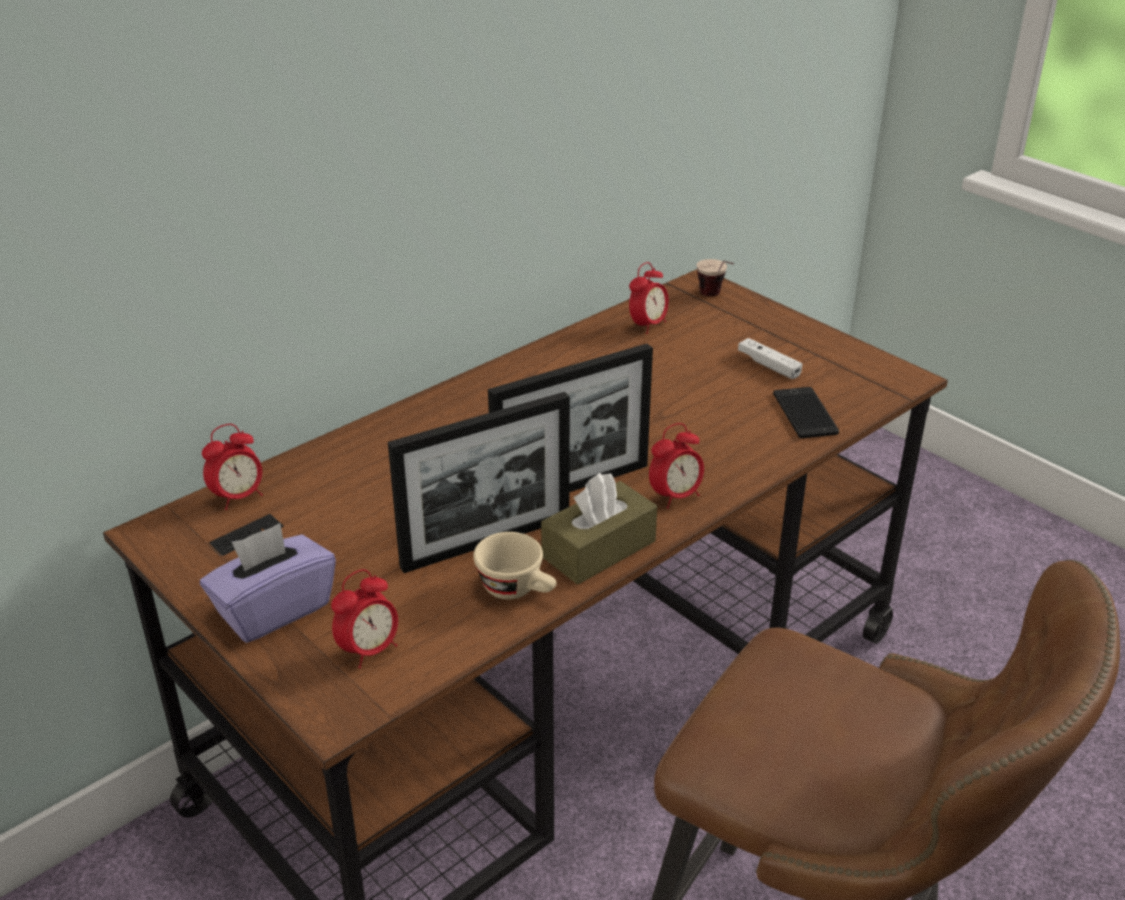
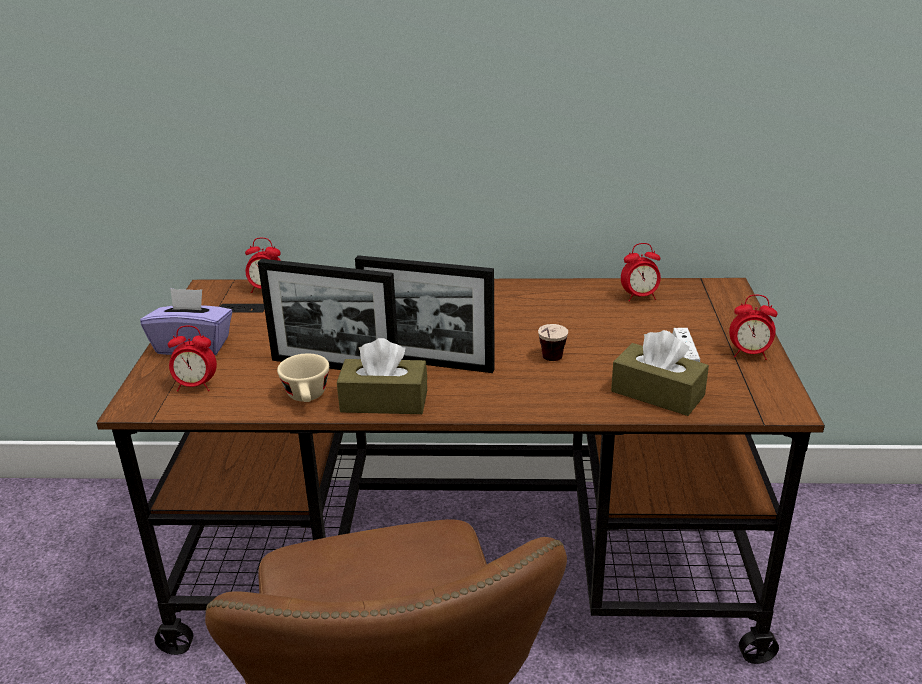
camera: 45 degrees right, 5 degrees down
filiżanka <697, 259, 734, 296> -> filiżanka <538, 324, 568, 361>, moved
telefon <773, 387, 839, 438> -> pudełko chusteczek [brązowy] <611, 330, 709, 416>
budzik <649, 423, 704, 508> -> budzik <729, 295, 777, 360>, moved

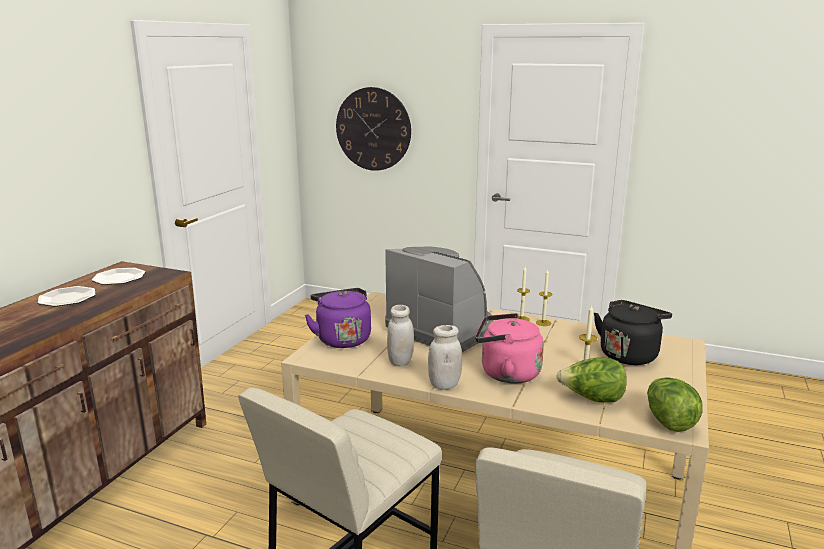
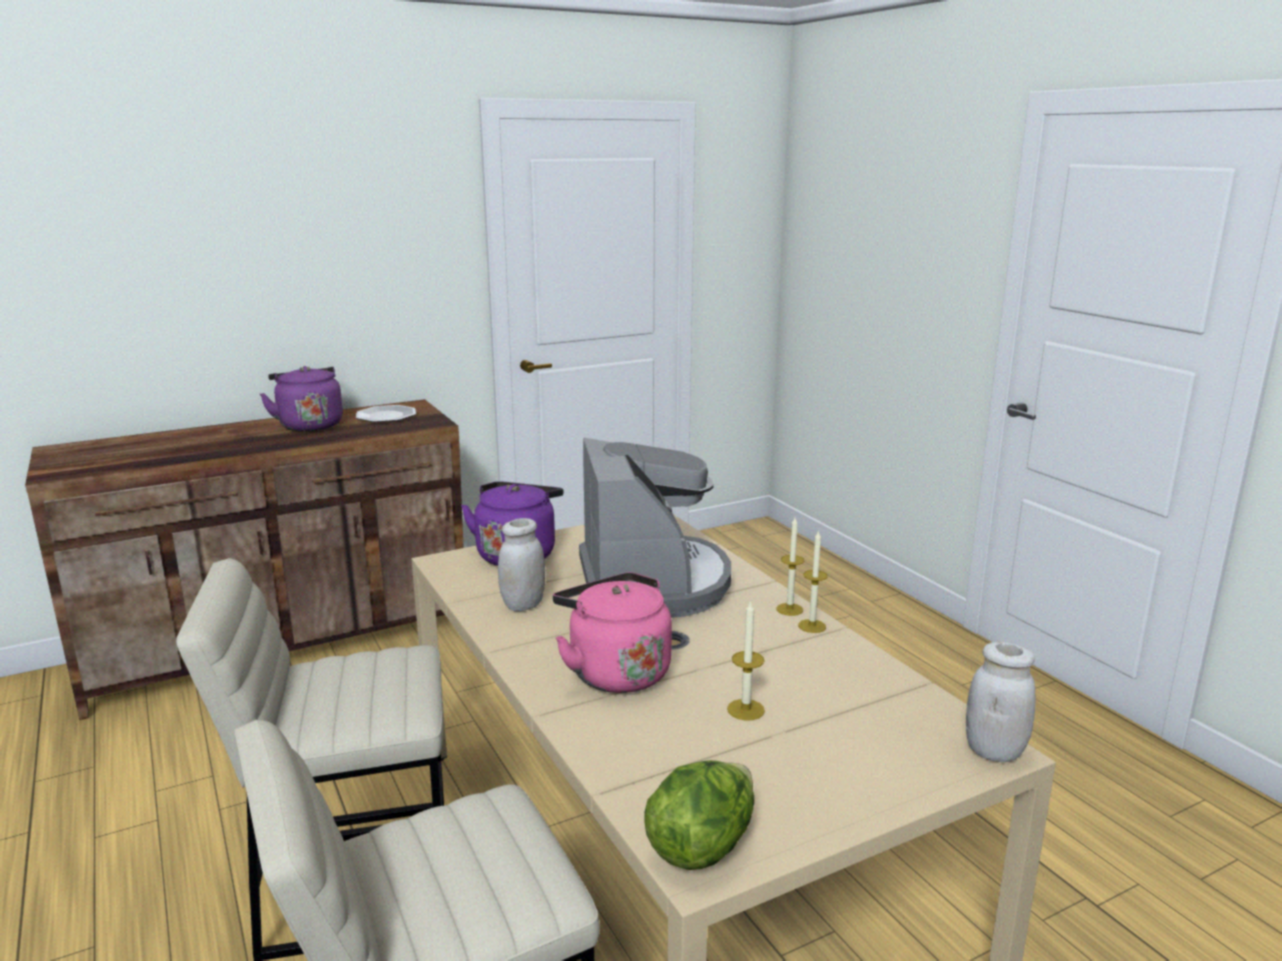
camera: 40 degrees right, 0 degrees up
zegar ścienny <336, 87, 411, 171> -> none
talerz <38, 286, 95, 307> -> czajnik [fioletowy] <260, 366, 343, 432>
czajnik [czarny] <594, 300, 672, 365> -> none
słoik [biały] <428, 325, 462, 390> -> słoik [biały] <966, 642, 1035, 762>, moved
sałata <556, 357, 627, 402> -> none

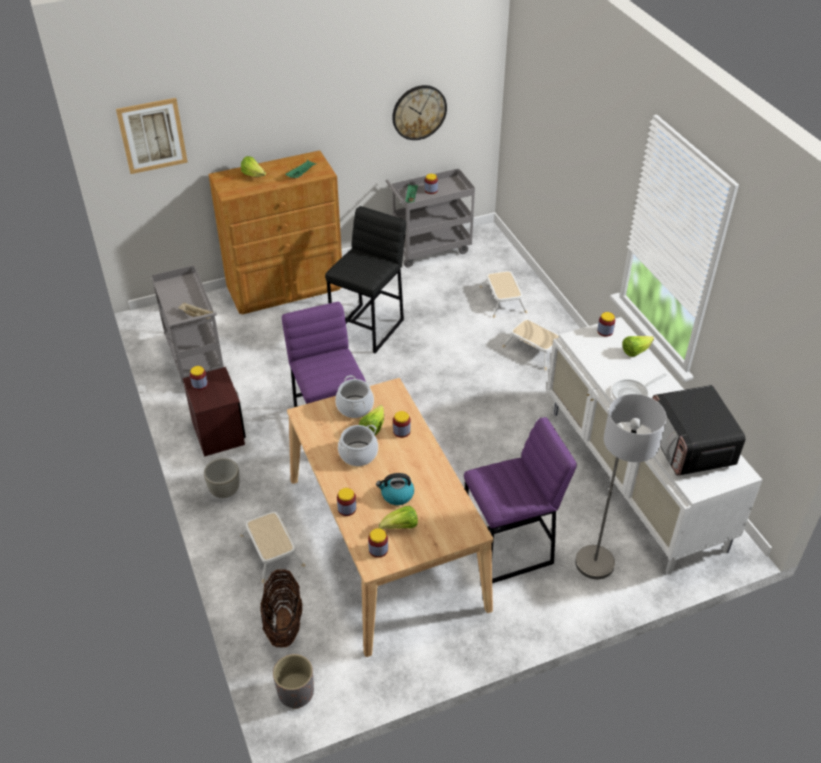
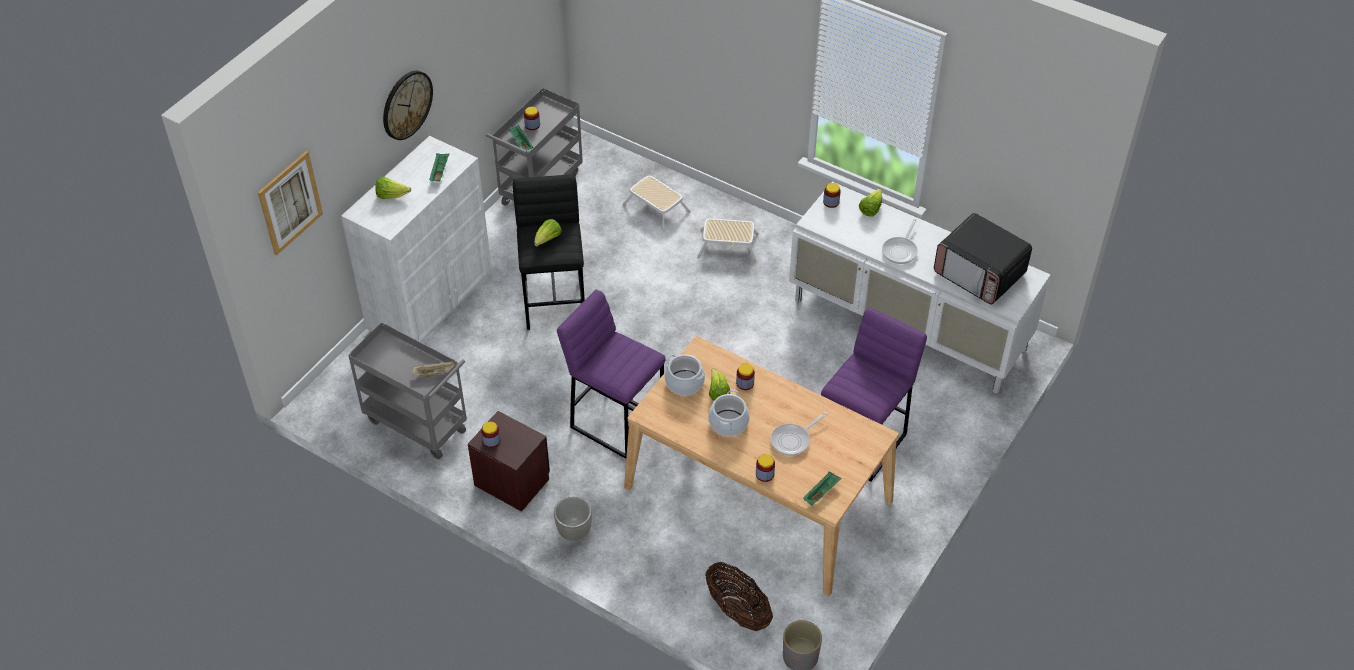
camera: 35 degrees left, 5 degrees up
zegar ścienny <392, 85, 447, 140> -> zegar ścienny <383, 71, 433, 140>, moved
komoda [brązowy] <208, 150, 342, 315> -> komoda [biały] <341, 136, 492, 343>
lampa stojąca [szary] <575, 394, 667, 579> -> none
czajnik <376, 473, 414, 505> -> patelnia <771, 412, 828, 456>
sałata <379, 506, 418, 529> -> sałata <534, 219, 562, 247>, moved
drabinka [beżowy] <240, 512, 306, 583> -> none
słoik <368, 528, 388, 558> -> taca [zielony] <803, 472, 842, 506>

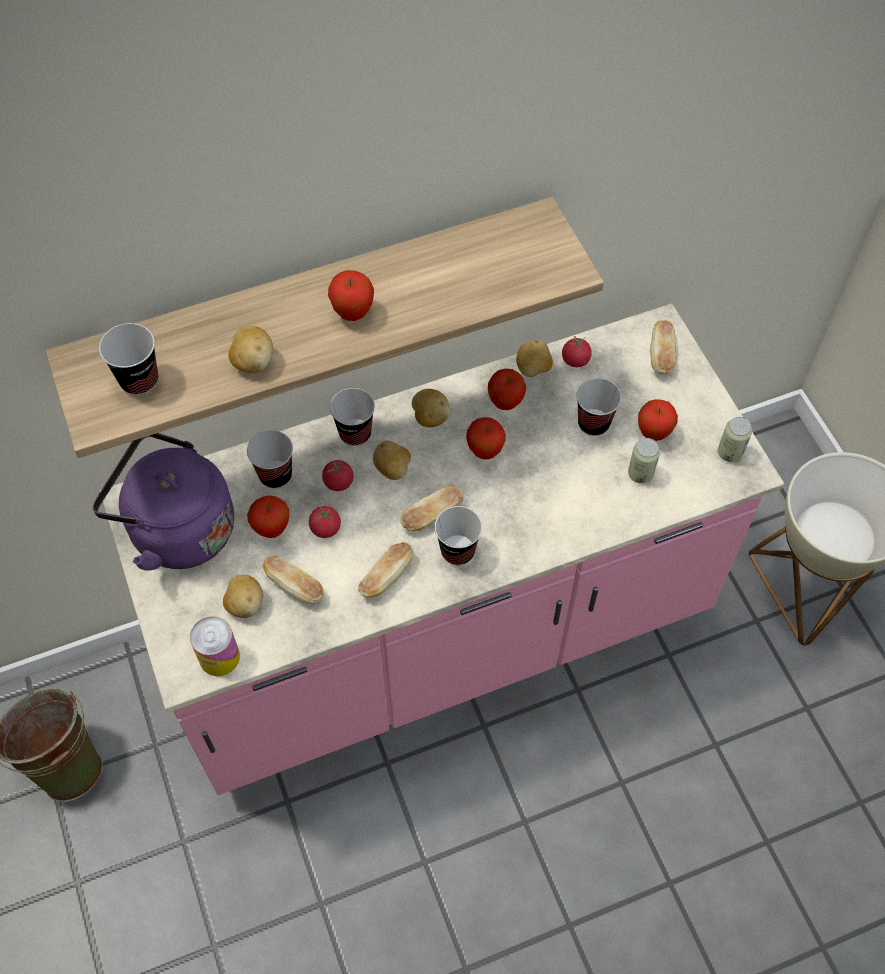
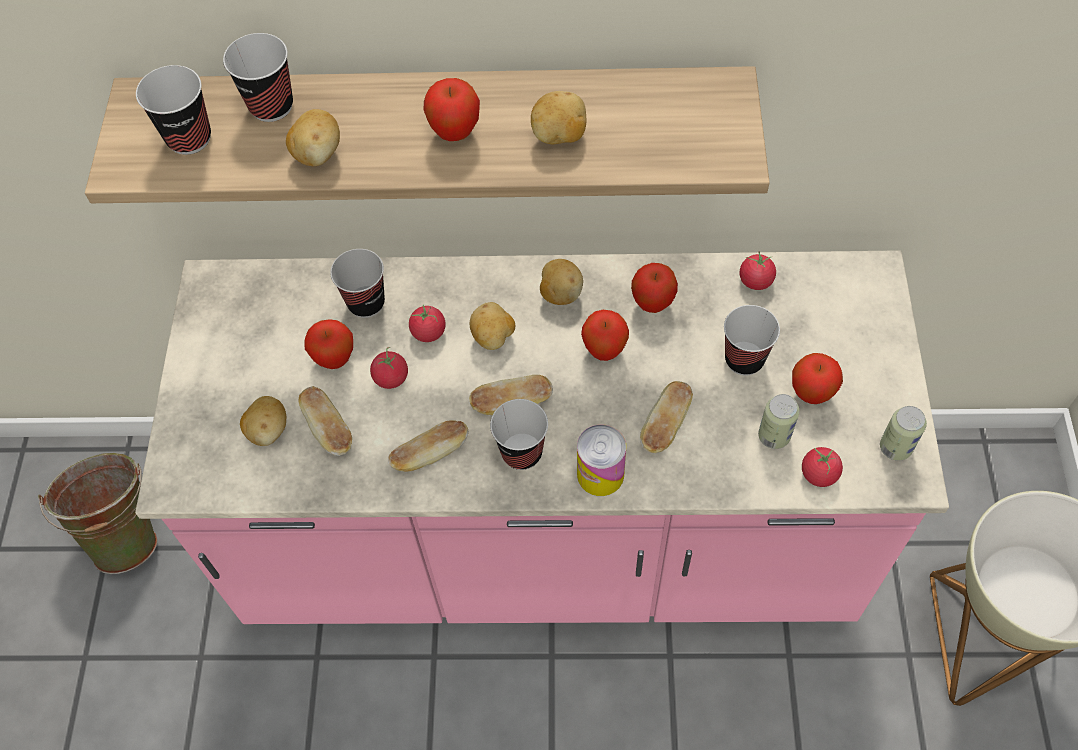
camera: 25 degrees right, 0 degrees up
chleb <650, 320, 676, 375> -> chleb <640, 381, 693, 453>, moved
ziemniak <516, 340, 553, 377> -> ziemniak <531, 91, 587, 144>, moved
filiżanka <330, 388, 375, 446> -> filiżanka <223, 33, 293, 122>, moved
czajnik [fioletowy] <93, 433, 234, 571> -> none
puszka <190, 616, 240, 676> -> puszka <577, 425, 626, 496>, moved
none -> pomidor <802, 447, 843, 487>

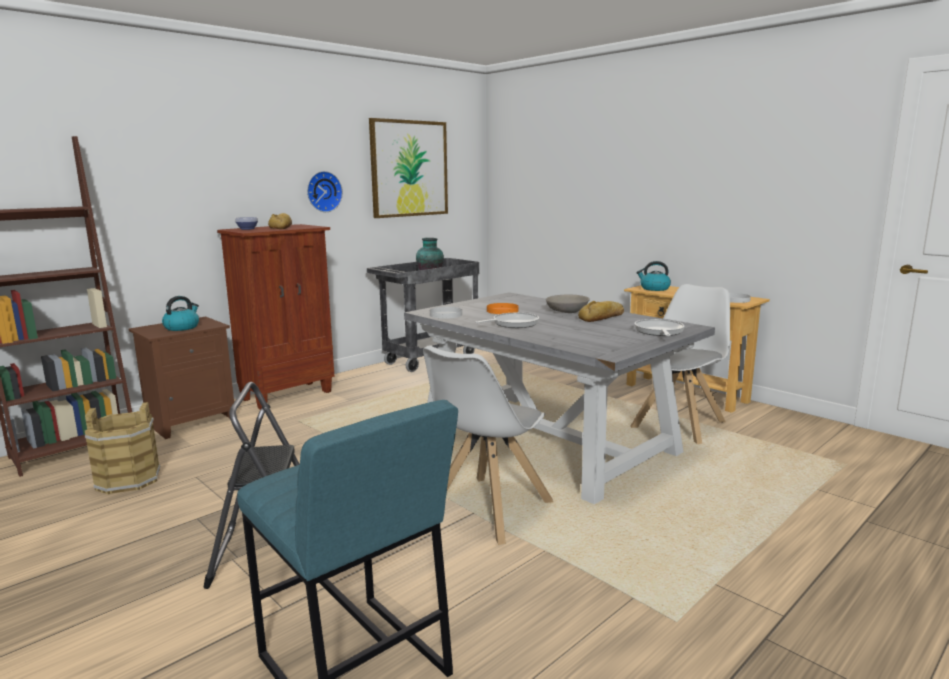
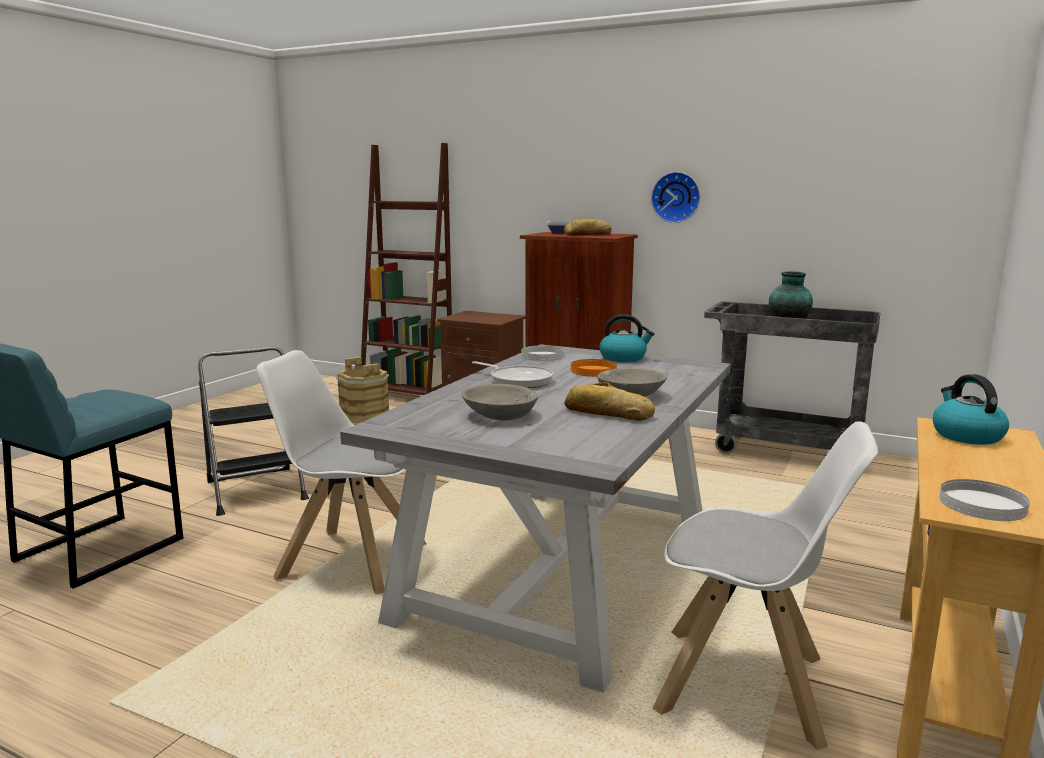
camera: 70 degrees right, 0 degrees up
obraz <369, 118, 448, 218> -> none
czajnik <162, 296, 199, 331> -> czajnik <600, 314, 654, 362>, moved
patelnia <634, 319, 684, 336> -> none
none -> miska [szary] <461, 384, 538, 421>

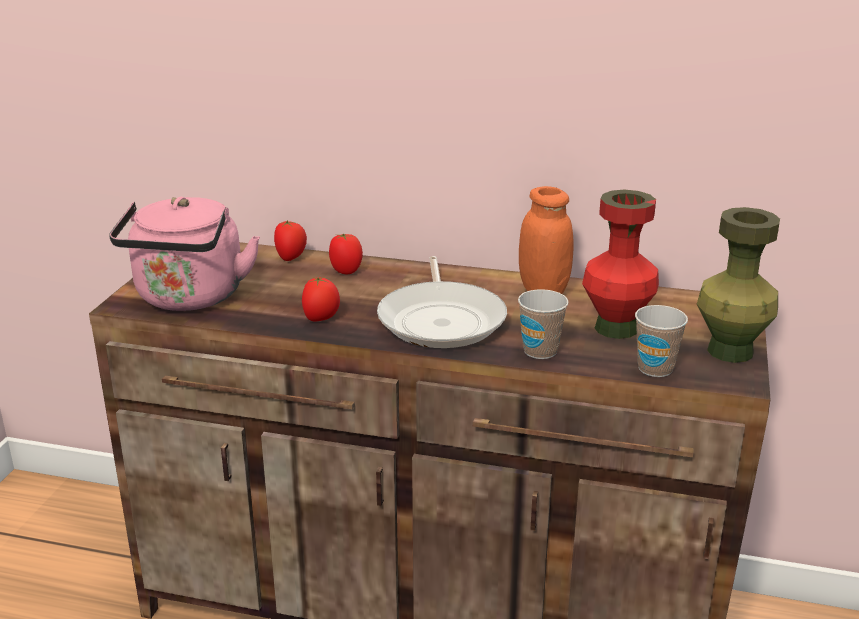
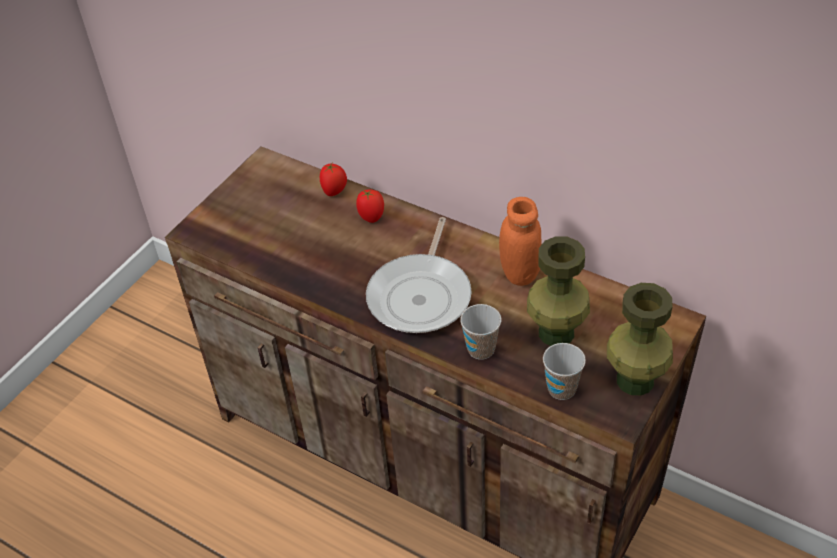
camera: 20 degrees right, 20 degrees up
wazon [czerwony] <582, 190, 659, 339> -> wazon [zielony] <527, 237, 590, 346>
czajnik [różowy] <109, 197, 260, 311> -> none
pomidor <302, 277, 340, 321> -> none

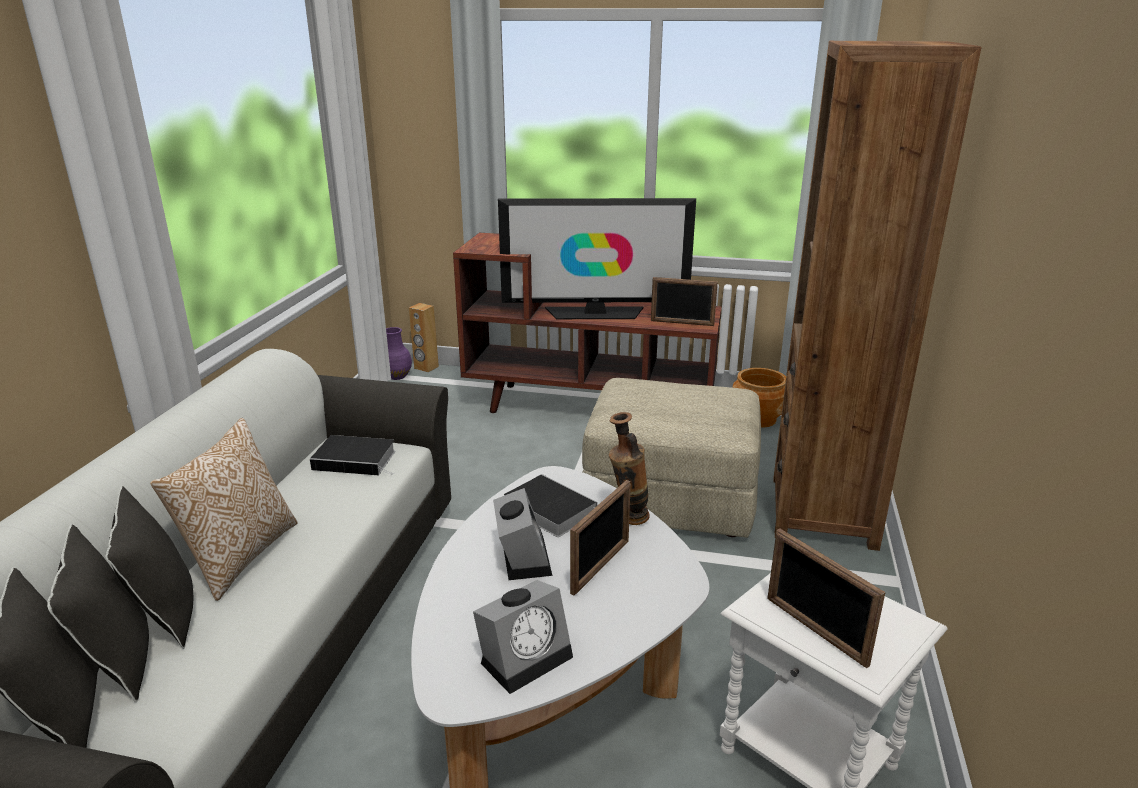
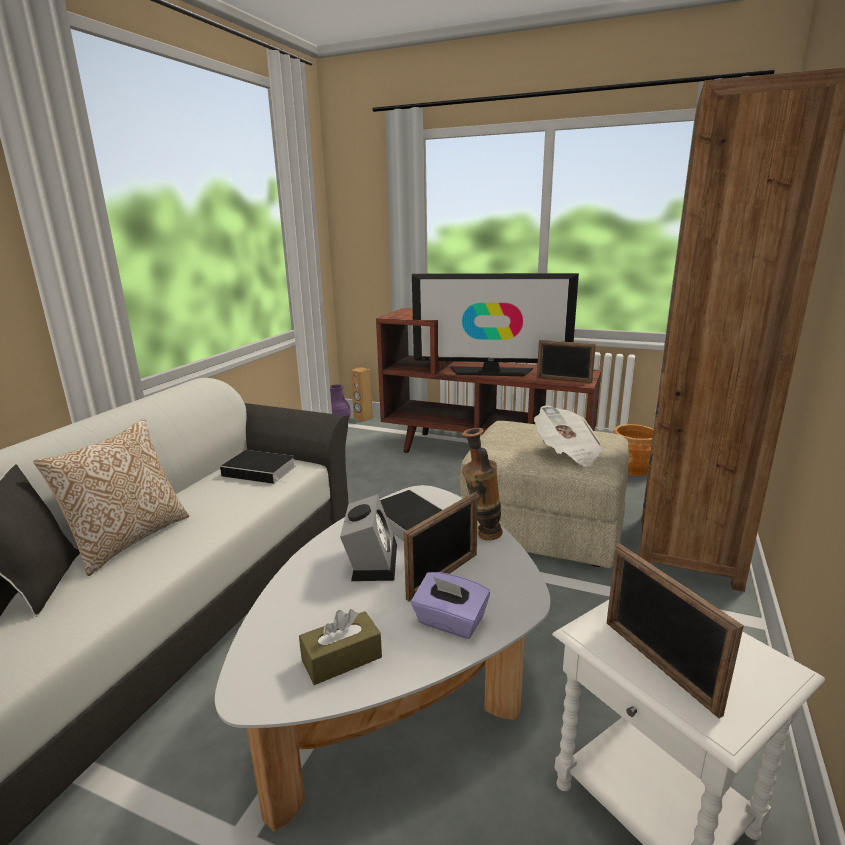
camera: 10 degrees right, 5 degrees down
budzik <473, 580, 573, 694> -> pudełko chusteczek [brązowy] <299, 609, 382, 685>
none -> gazeta <534, 405, 604, 467>
none -> pudełko chusteczek [fioletowy] <411, 572, 490, 639>

